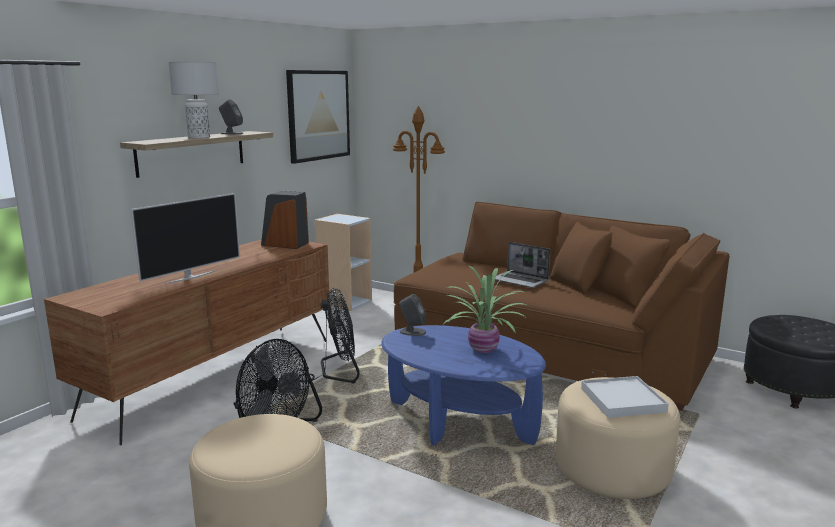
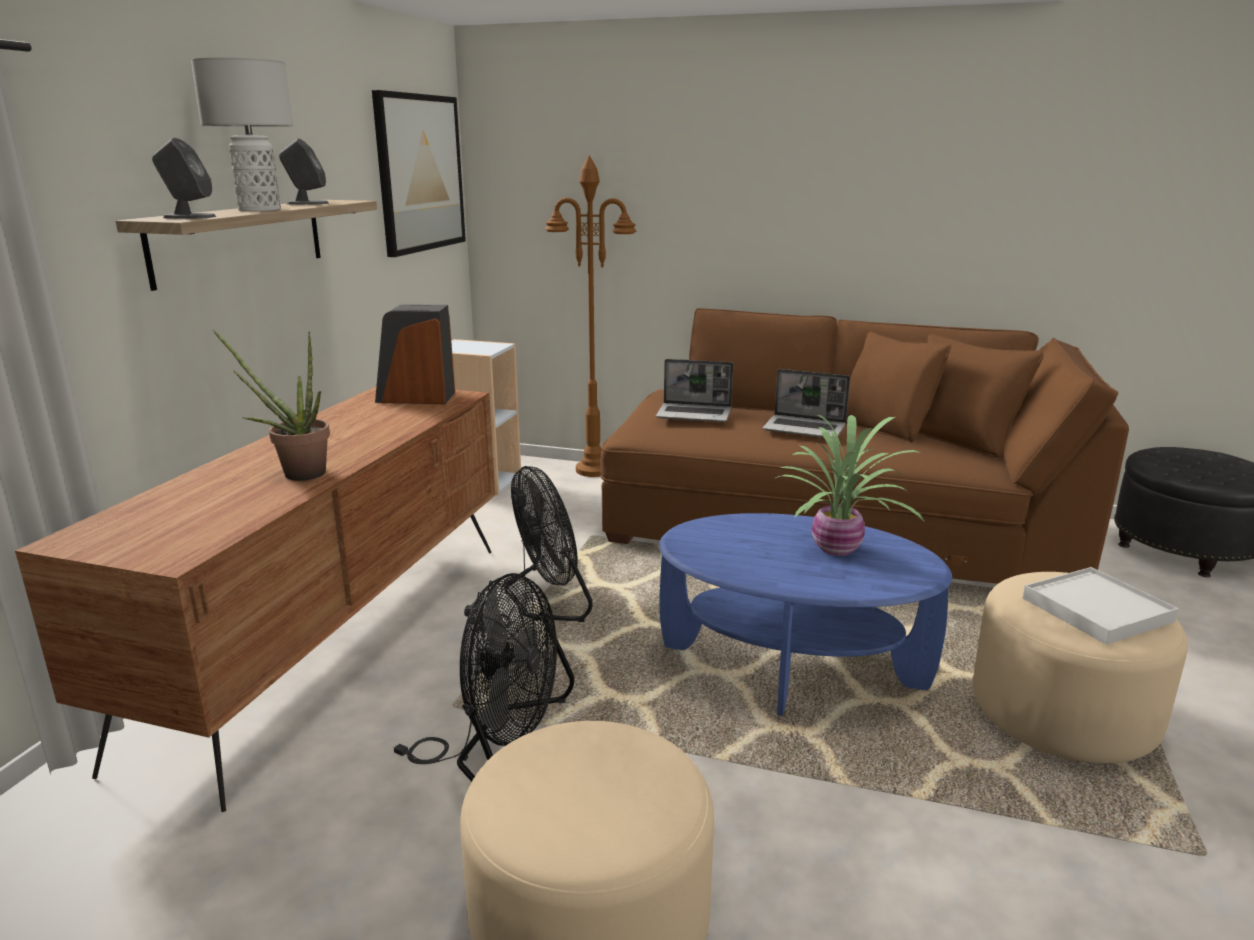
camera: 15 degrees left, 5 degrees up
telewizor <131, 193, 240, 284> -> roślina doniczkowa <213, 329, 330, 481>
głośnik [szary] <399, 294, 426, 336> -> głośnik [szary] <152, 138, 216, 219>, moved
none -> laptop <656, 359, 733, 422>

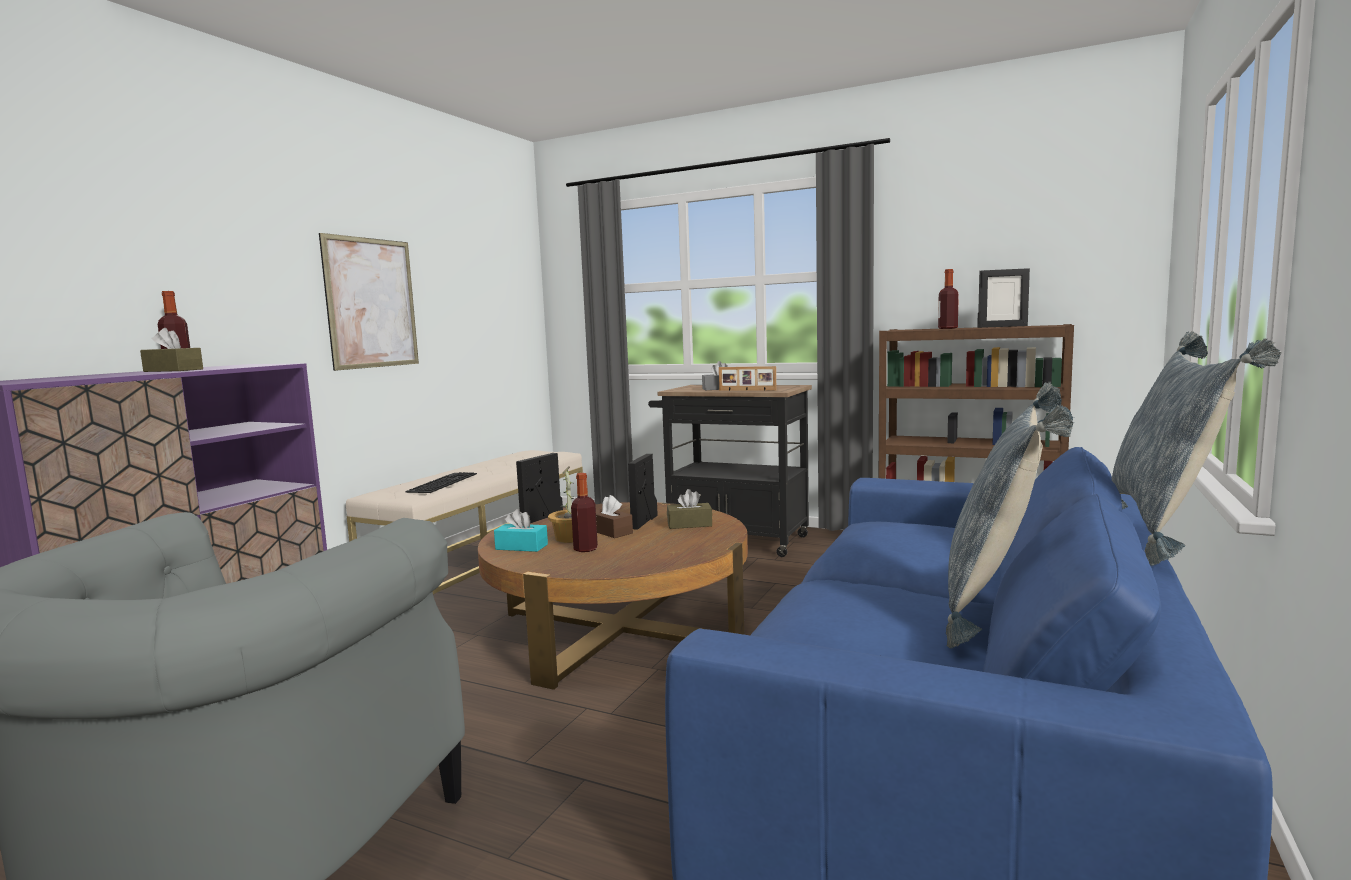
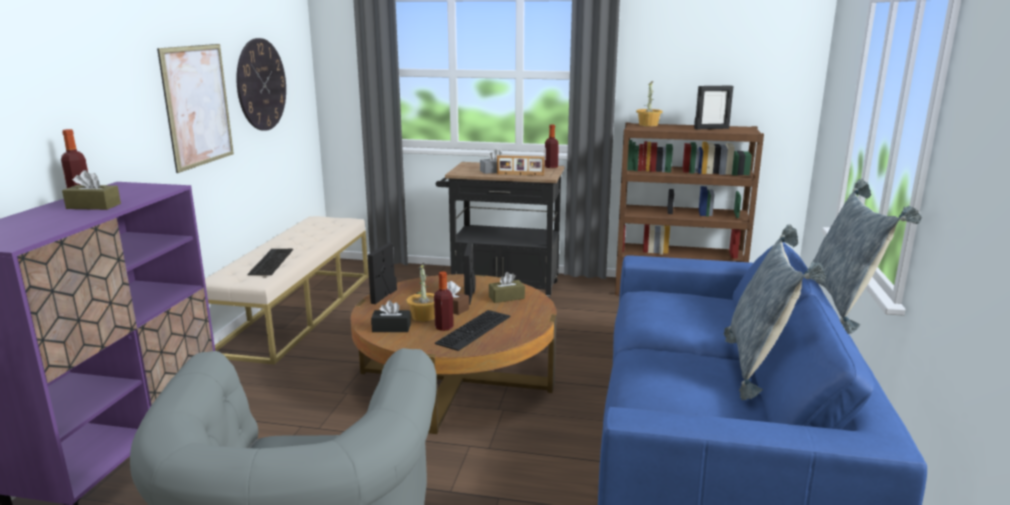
camera: 15 degrees left, 10 degrees up
butelka <938, 269, 959, 329> -> butelka <545, 125, 559, 168>, moved
pudełko chusteczek [turkusowy] <494, 509, 548, 552> -> pudełko chusteczek [czarny] <371, 300, 411, 332>
none -> zegar ścienny <236, 38, 286, 131>
none -> roślina doniczkowa <636, 81, 663, 126>
none -> klawiatura <435, 310, 510, 351>

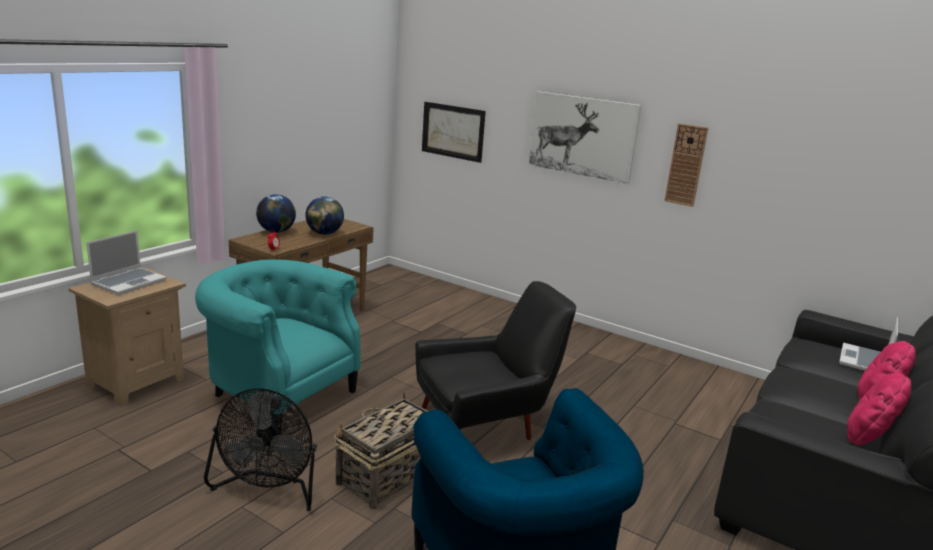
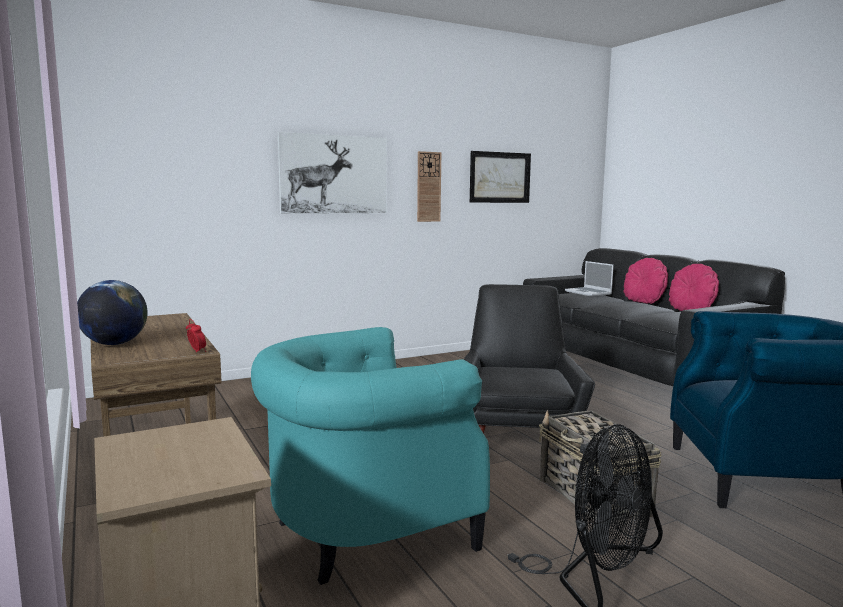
camera: 60 degrees left, 10 degrees down
obraz <422, 102, 486, 163> -> obraz <470, 151, 531, 203>, moved
globus <305, 196, 344, 235> -> none
laptop <86, 231, 167, 295> -> none

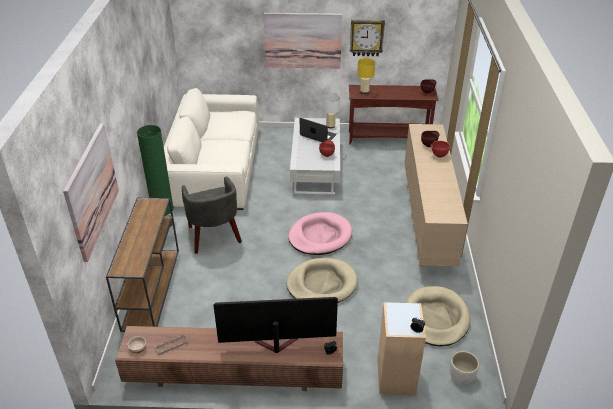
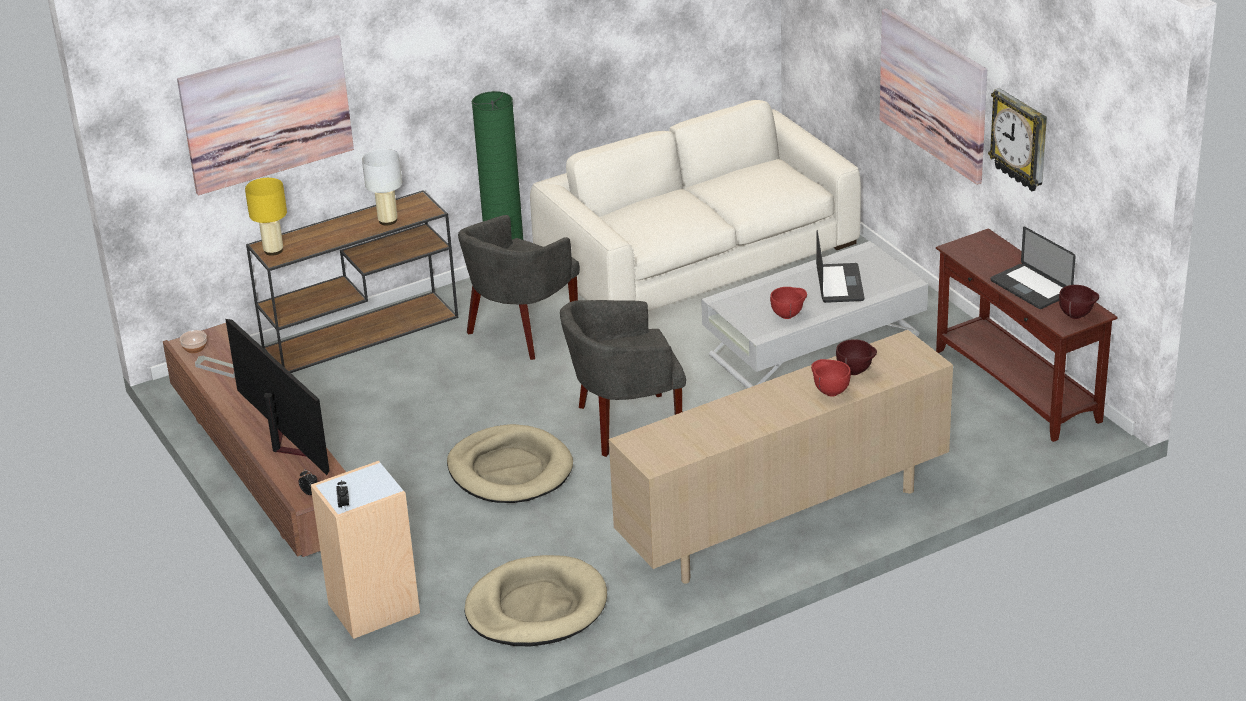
camera: 60 degrees right, 5 degrees down
lampa stołowa [żółty] <357, 58, 375, 94> -> lampa stołowa [żółty] <245, 178, 287, 256>, moved
lampa stołowa [biały] <323, 93, 340, 128> -> lampa stołowa [biały] <362, 149, 402, 226>, moved
legowisko [różowy] <288, 212, 352, 255> -> fotel [szary] <560, 300, 686, 457>
donica [biały] <450, 351, 479, 384> -> none
none -> laptop <990, 227, 1076, 309>

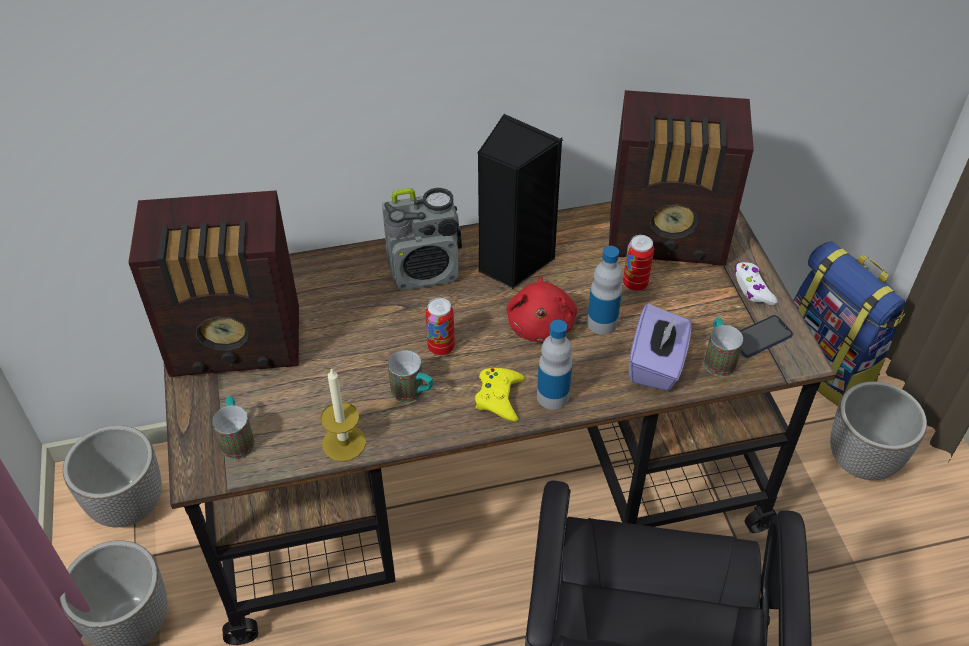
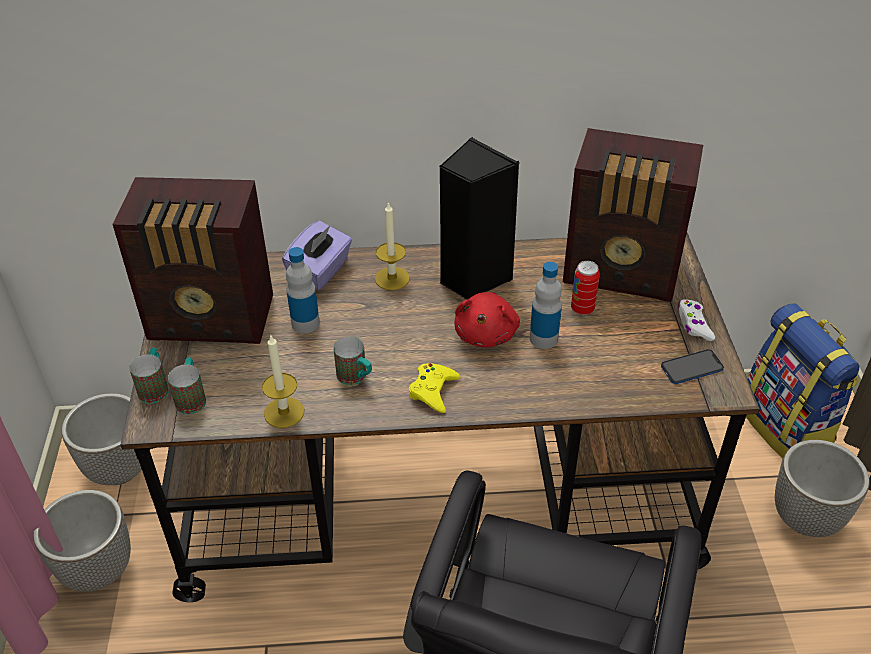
camera: 10 degrees right, 5 degrees down
radio <382, 188, 462, 290> -> świeca <375, 201, 410, 290>
puszka <426, 298, 455, 356> -> none
pudełko chusteczek [fioletowy] <629, 304, 691, 391> -> pudełko chusteczek [fioletowy] <282, 221, 352, 290>, moved
kubek <704, 317, 743, 376> -> kubek <129, 348, 169, 404>, moved
butelka <537, 320, 572, 410> -> butelka <286, 247, 320, 333>, moved

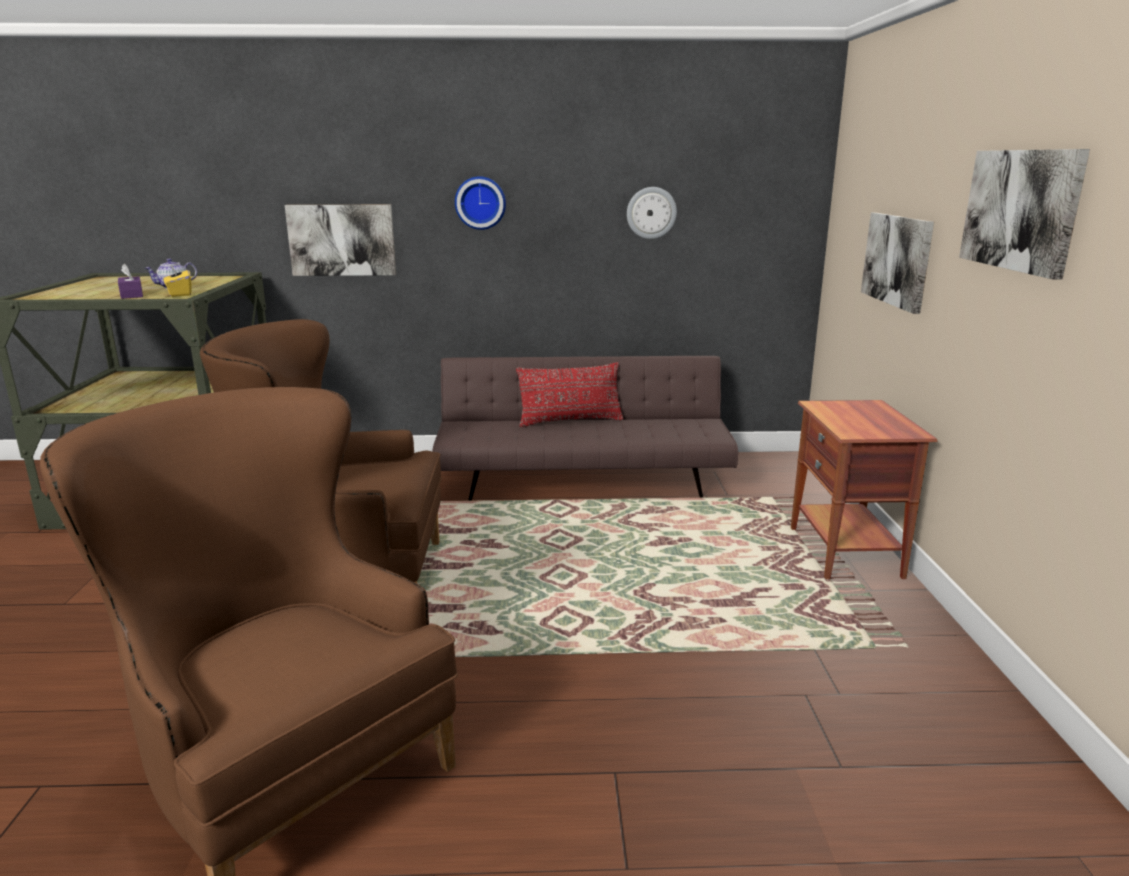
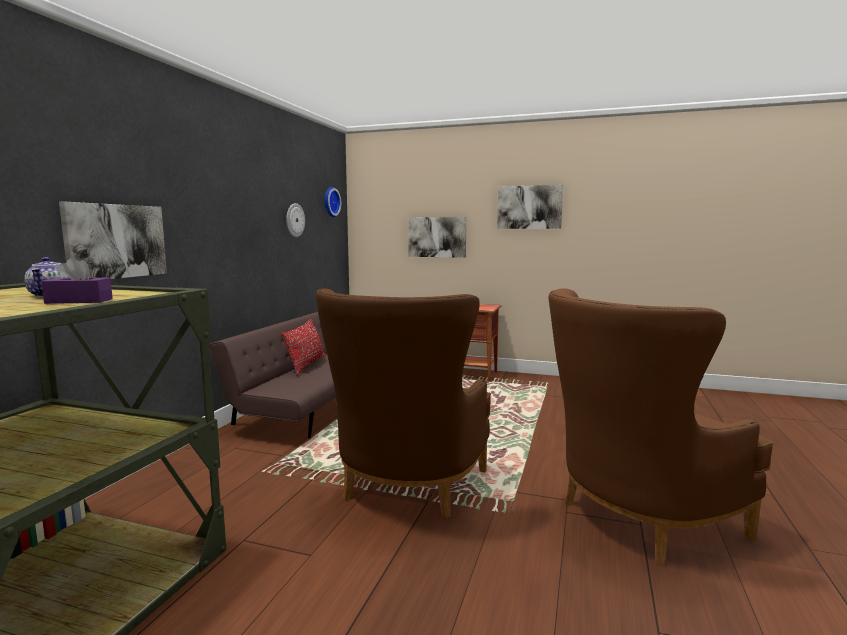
camera: 70 degrees left, 10 degrees down
zegar ścienny <455, 176, 506, 230> -> zegar ścienny <324, 187, 341, 217>, moved
pudełko chusteczek [żółty] <164, 264, 192, 297> -> none

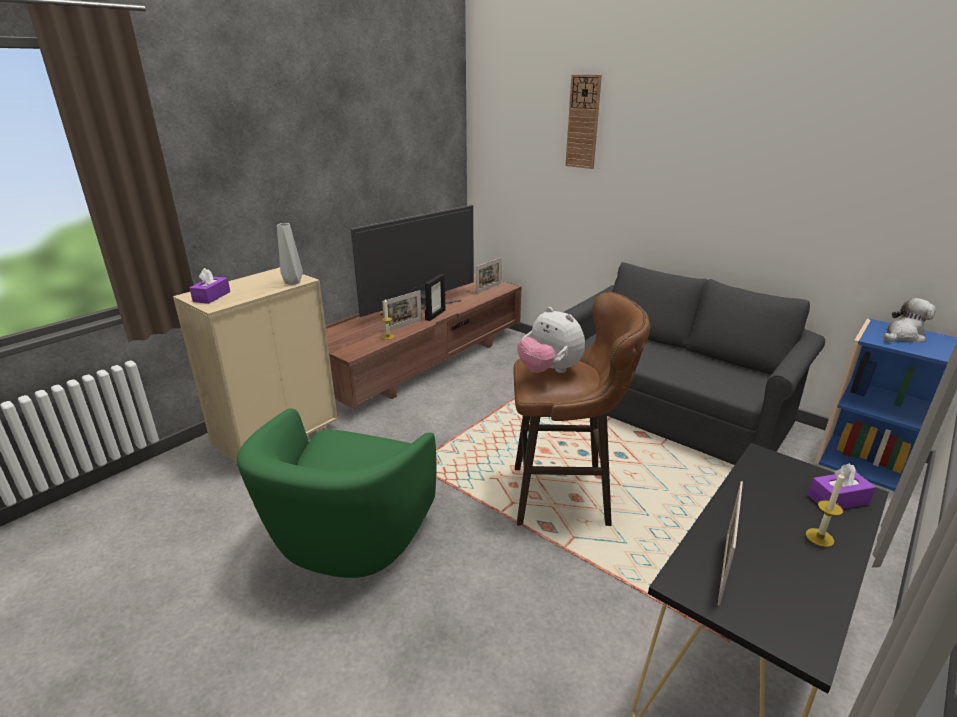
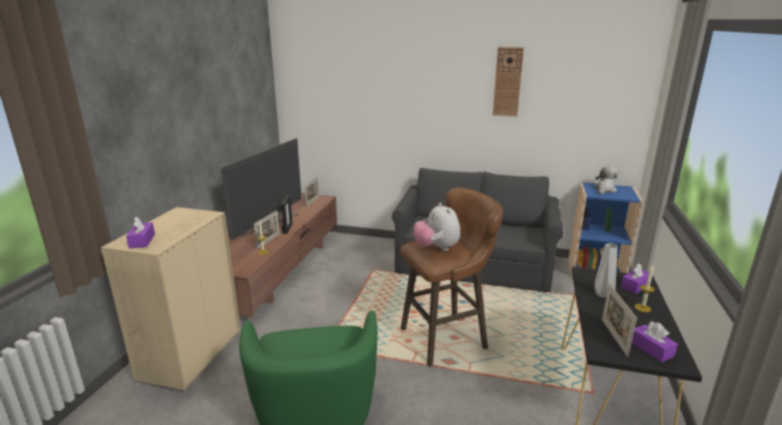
camera: 25 degrees left, 5 degrees down
zegar ścienny <565, 75, 602, 169> -> zegar ścienny <493, 47, 524, 116>, moved
wazon [szary] <277, 223, 303, 285> -> wazon [szary] <594, 243, 617, 298>, moved
pluszak <517, 307, 585, 373> -> pluszak <413, 203, 460, 251>, 45 degrees clockwise
none -> pudełko chusteczek [fioletowy] <632, 322, 678, 363>

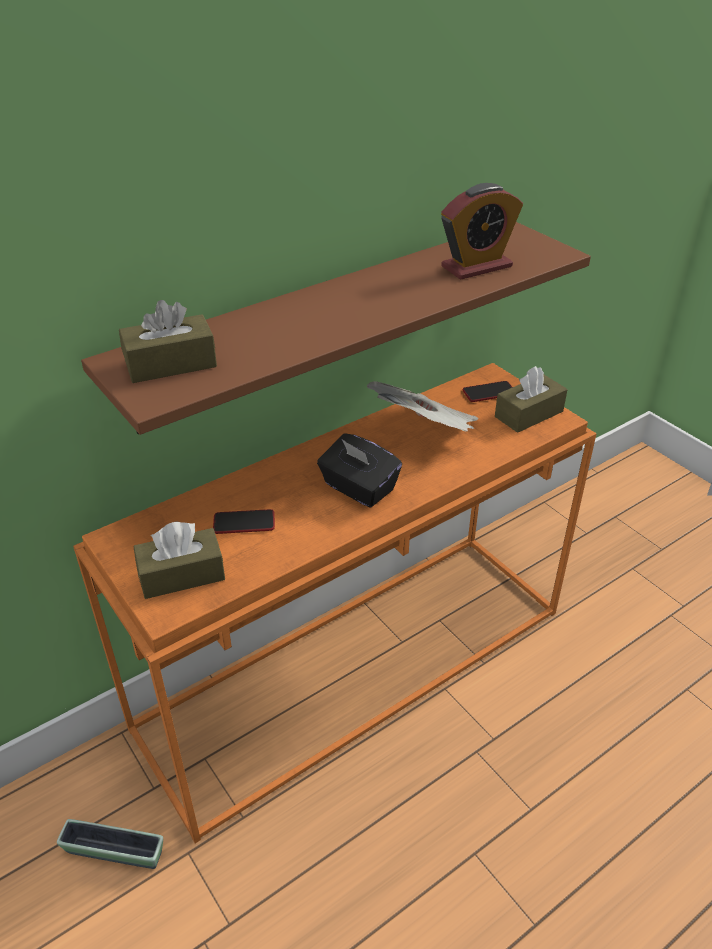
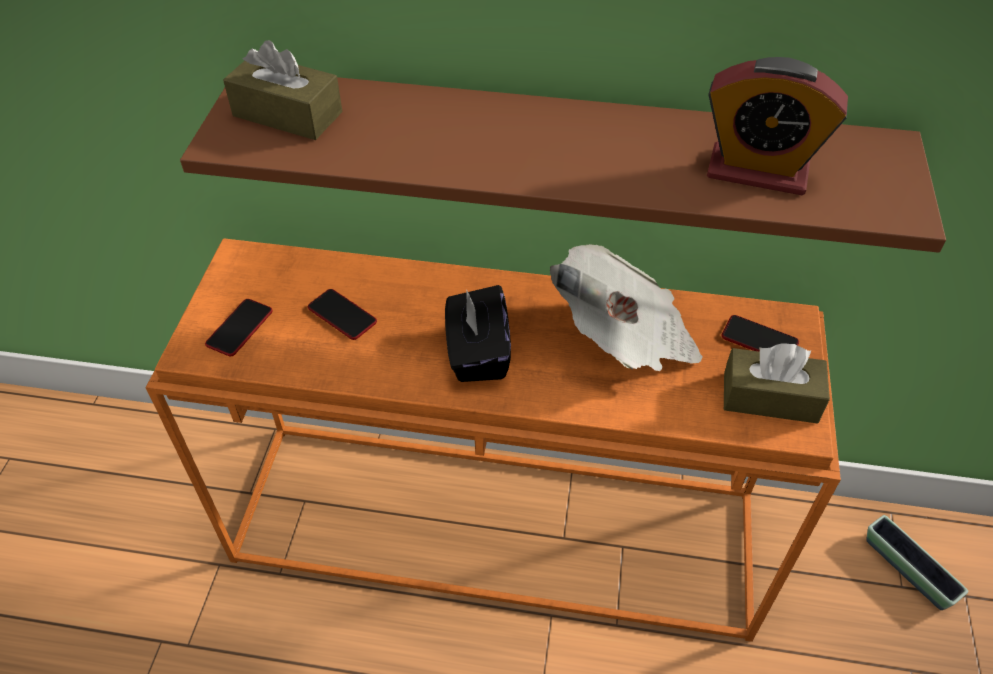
camera: 45 degrees right, 10 degrees up
pudełko chusteczek [brązowy] <133, 522, 225, 599> -> telefon <205, 299, 273, 356>
donica <57, 819, 163, 869> -> donica <866, 515, 968, 610>, moved

